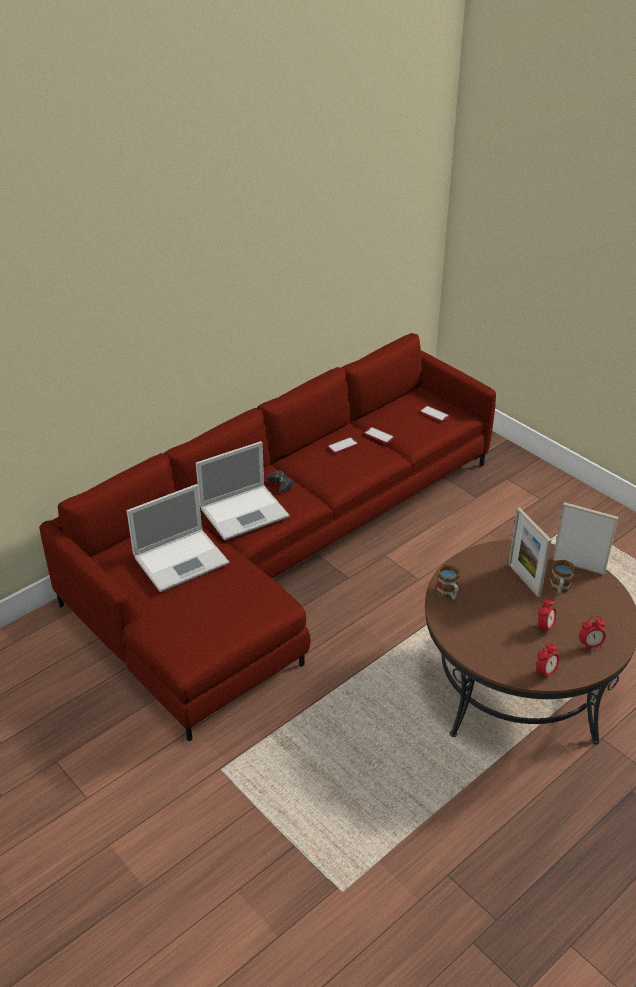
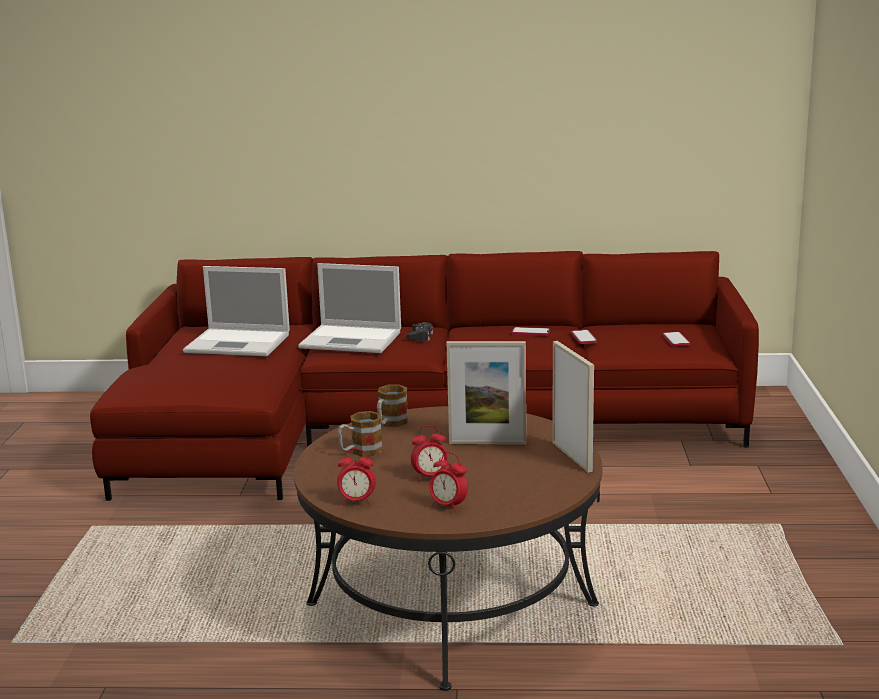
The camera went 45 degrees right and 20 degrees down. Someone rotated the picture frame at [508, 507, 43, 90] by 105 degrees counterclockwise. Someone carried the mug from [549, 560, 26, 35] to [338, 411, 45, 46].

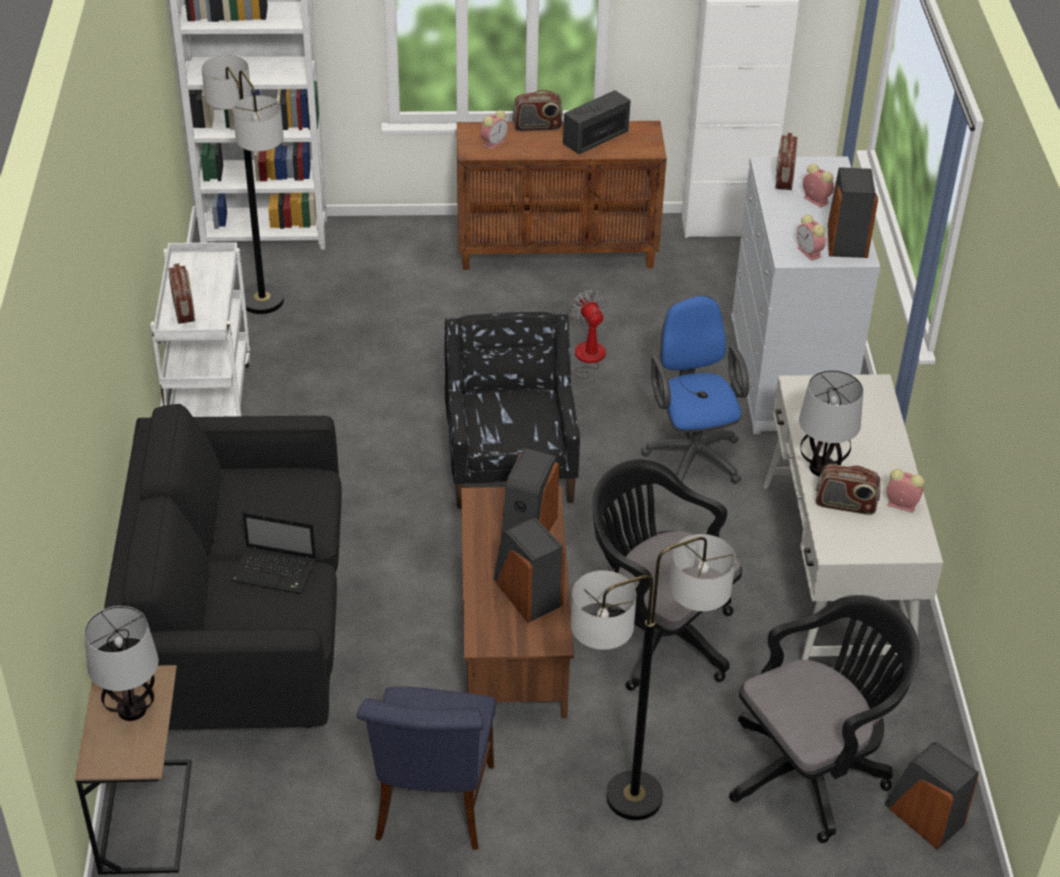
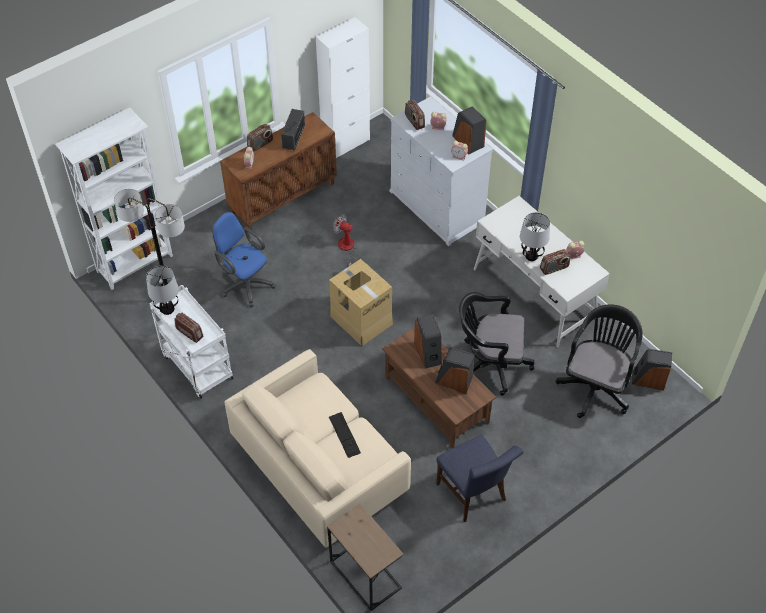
The camera went 35 degrees left and 10 degrees up. Someone carried the office chair/blue from [641, 295, 108, 189] to [212, 212, 64, 95]. Someone swapped the armchair/black at [444, 312, 136, 197] for the cardboard box at [329, 259, 64, 86]. Someone repainted the sofa/black at [97, 404, 245, 326], which became the sofa/beige at [224, 349, 187, 199]. Someone swapped the laptop at [231, 512, 85, 82] for the keyboard at [329, 412, 32, 46]. Someone took away the floor lamp at [571, 534, 165, 286]. Someone carried the table lamp from [84, 606, 74, 115] to [146, 266, 33, 49].

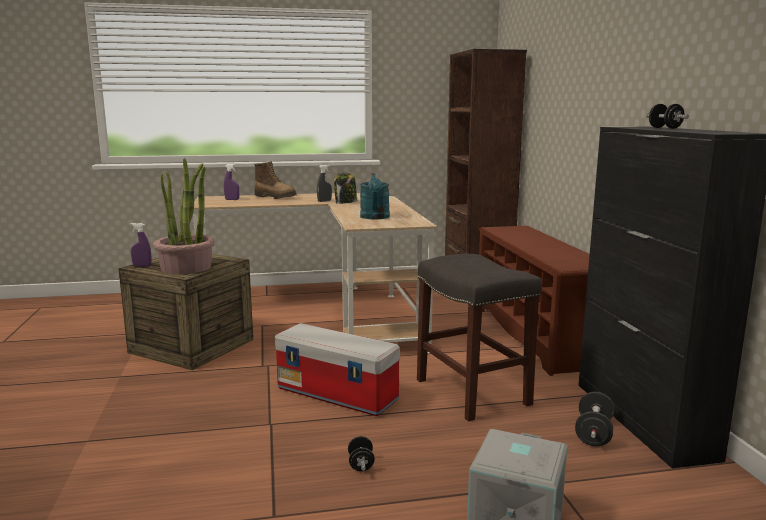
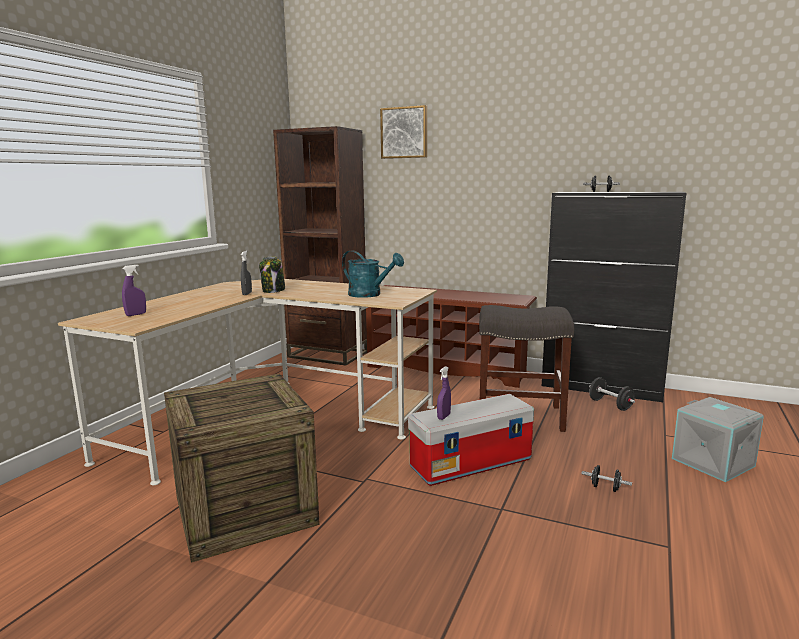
The camera went 55 degrees left and 0 degrees up. Someone took away the potted plant at [153, 158, 61, 116]. Someone took away the boot at [254, 162, 43, 37]. Someone carried the spray bottle/purple from [130, 223, 22, 44] to [437, 366, 14, 54]. Someone put up the picture at [380, 105, 47, 54].

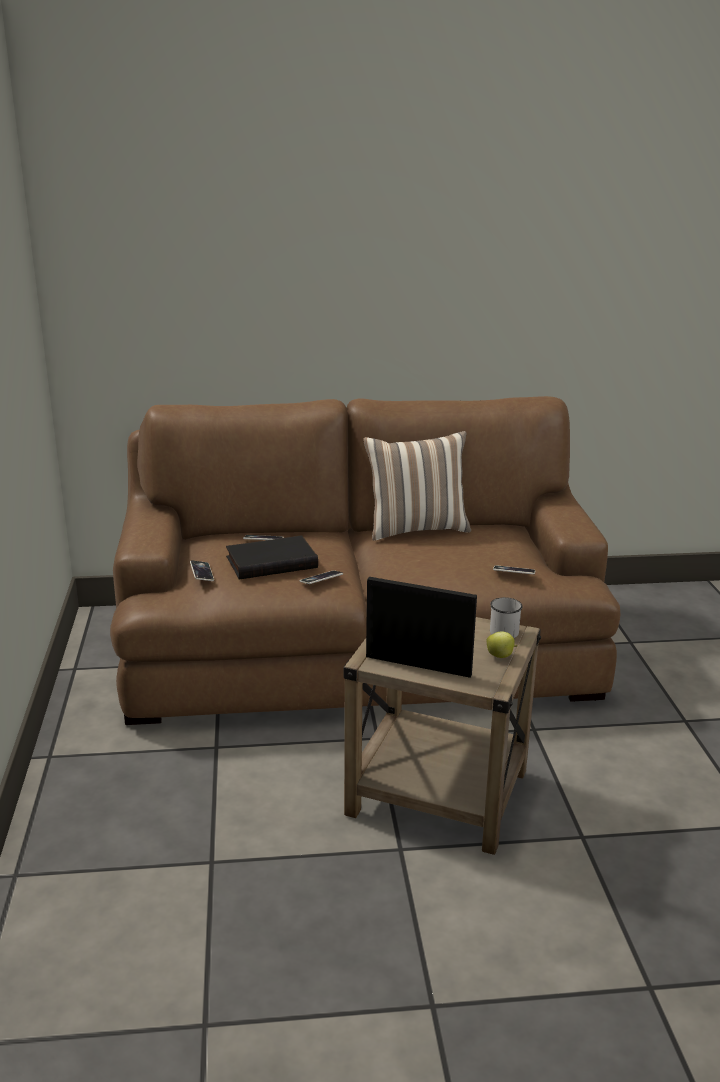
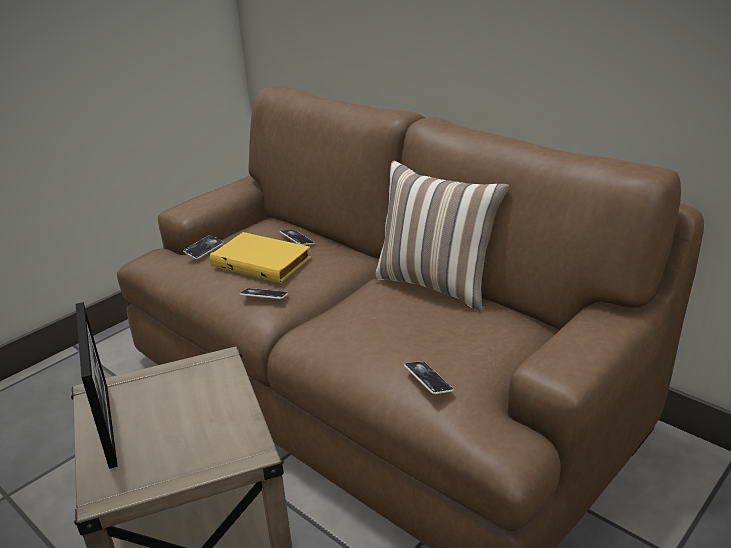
The camera went 50 degrees right and 5 degrees up. Someone repainted the book/black at [226, 535, 92, 44], which became the book/yellow at [210, 232, 101, 51]. Someone took away the mug/white at [490, 597, 33, 41]. Someone took away the apple at [487, 631, 30, 27].

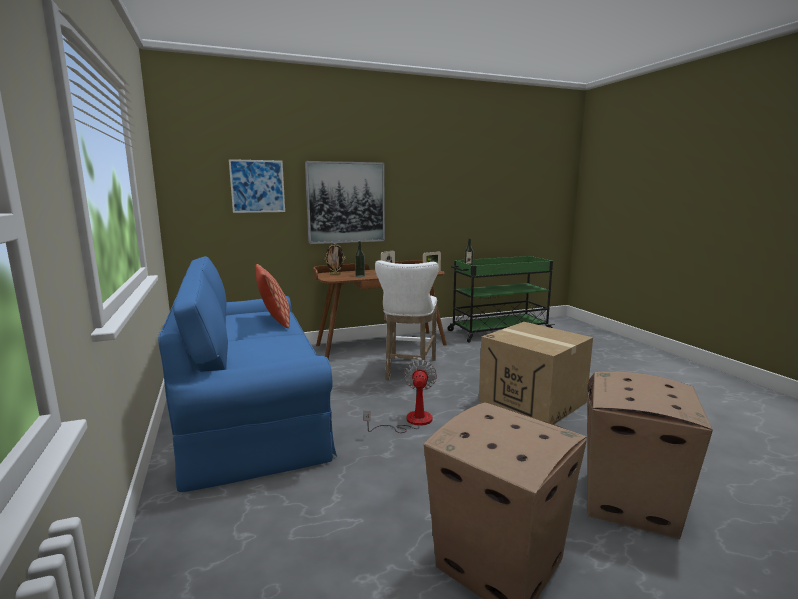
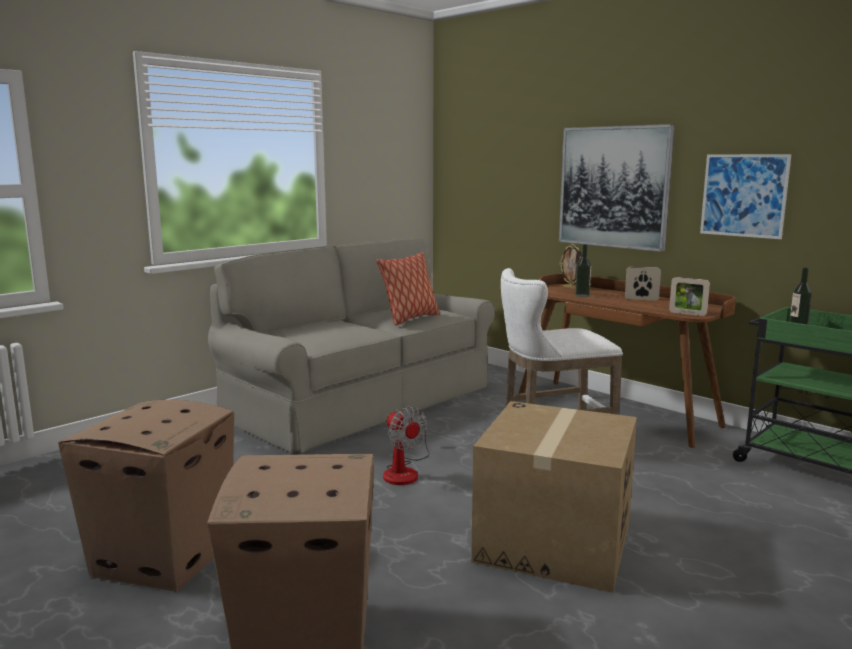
The camera went 65 degrees right and 0 degrees up. Someone carried the picture from [229, 159, 56, 54] to [700, 154, 92, 85]. Someone repainted the sofa/blue at [158, 256, 179, 236], which became the sofa/grey at [208, 238, 287, 215]. Someone rotated the fan at [363, 360, 74, 73] by 75 degrees clockwise.

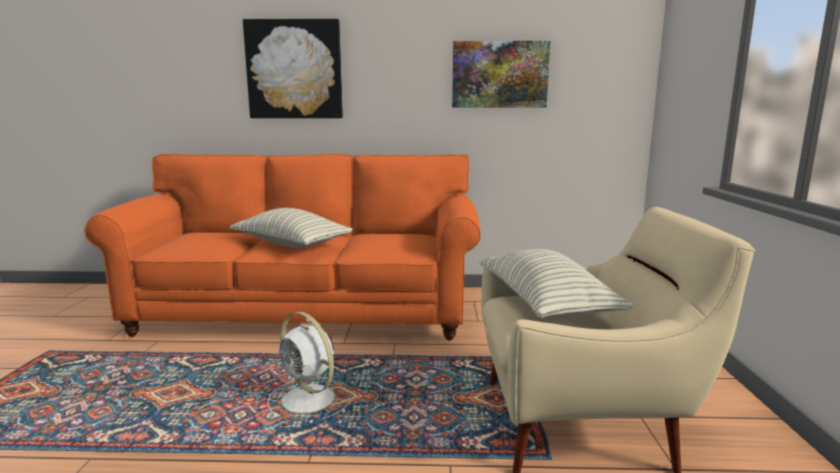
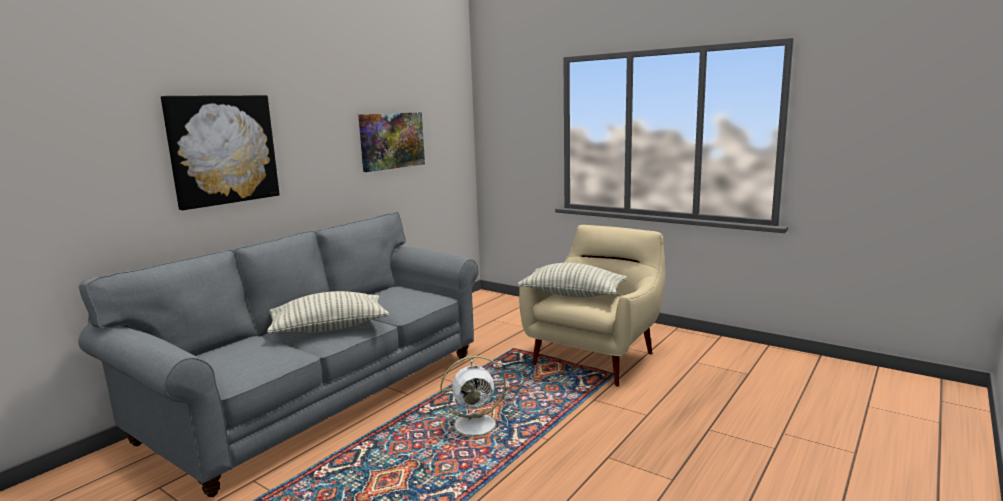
The camera went 55 degrees left and 0 degrees up. Someone repainted the sofa/orange at [84, 154, 397, 187], which became the sofa/grey at [78, 212, 401, 285].

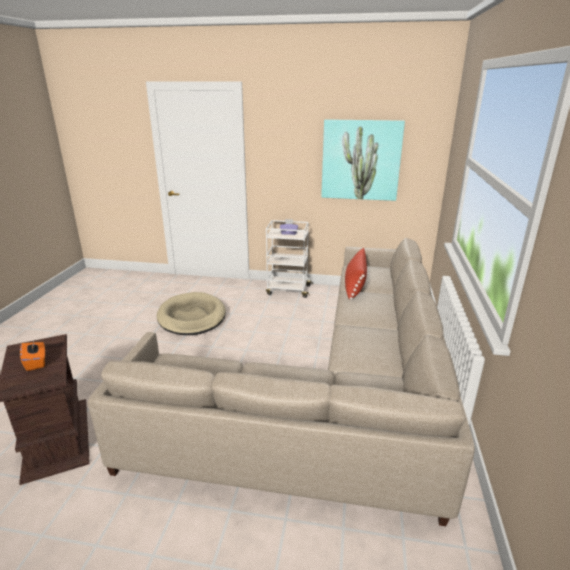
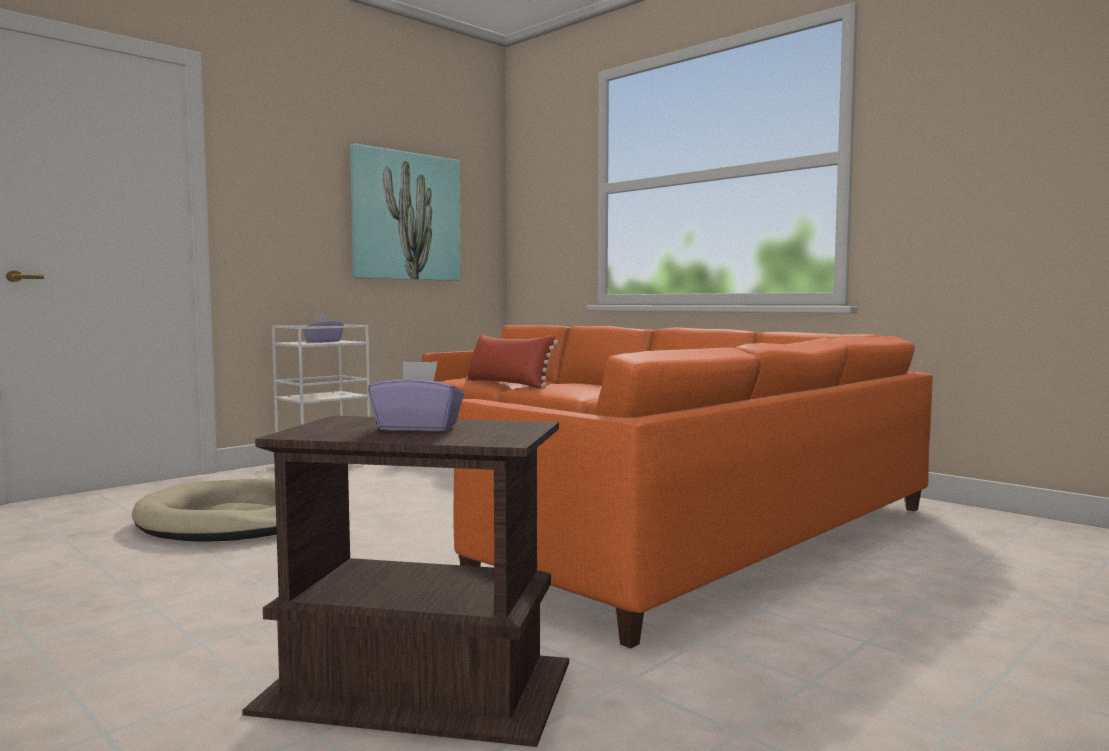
The camera went 55 degrees left and 20 degrees down. Someone repainted the sofa/beige at [88, 238, 387, 288], which became the sofa/orange at [422, 325, 511, 323]. Someone repainted the tissue box/orange at [20, 342, 25, 29], which became the tissue box/purple at [368, 361, 96, 71].

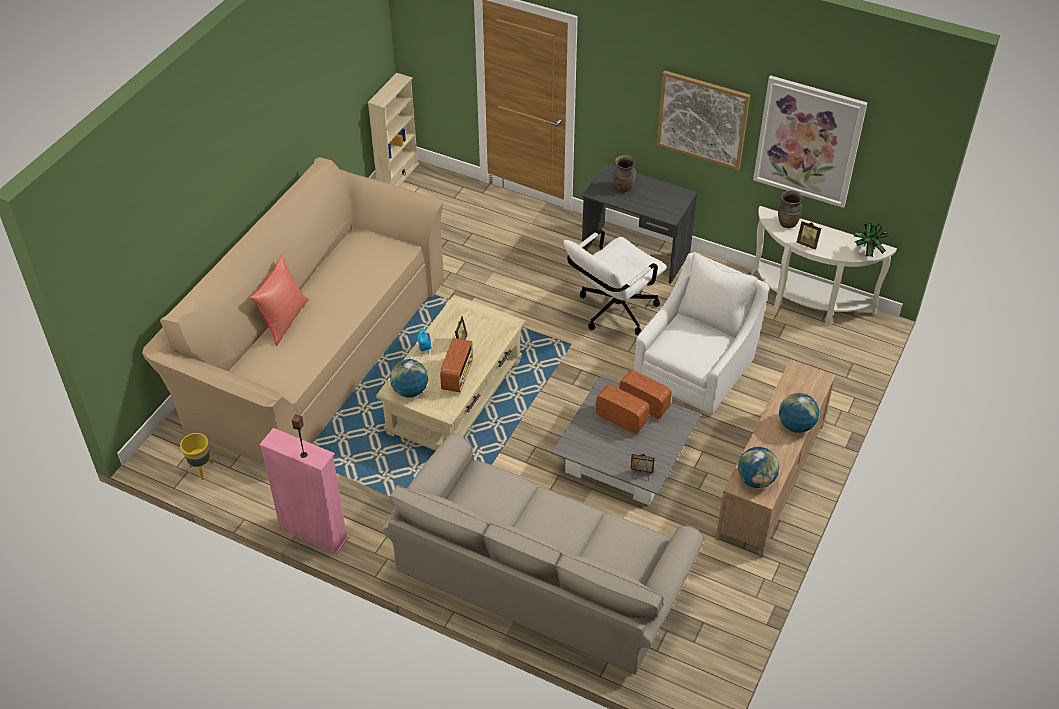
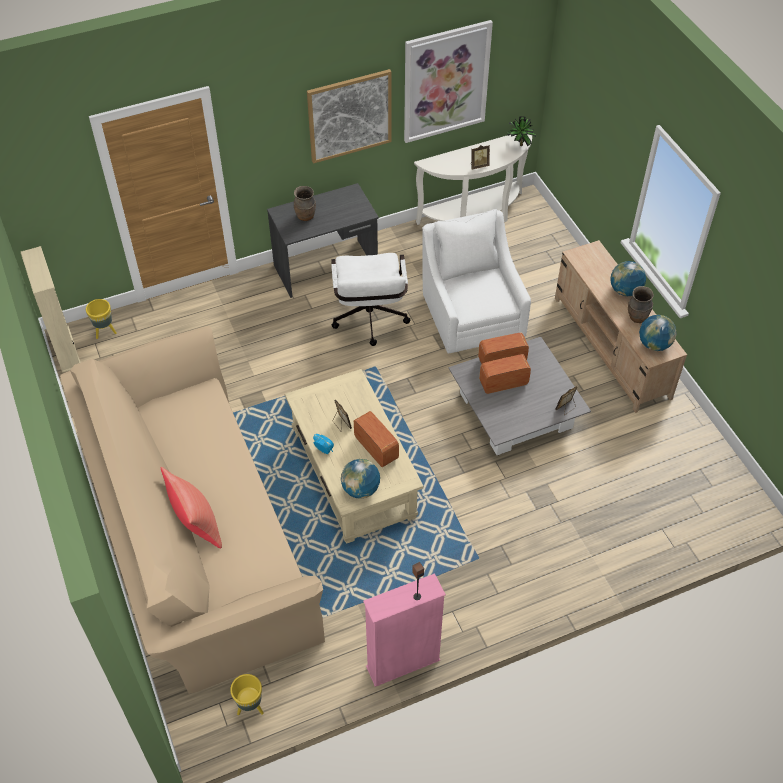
The camera went 50 degrees left and 5 degrees up. Someone carried the vase/brown from [778, 190, 25, 38] to [628, 286, 26, 37]. Someone took away the sofa/beige at [382, 434, 322, 240]. Someone put down the planter/yellow at [86, 299, 30, 40].

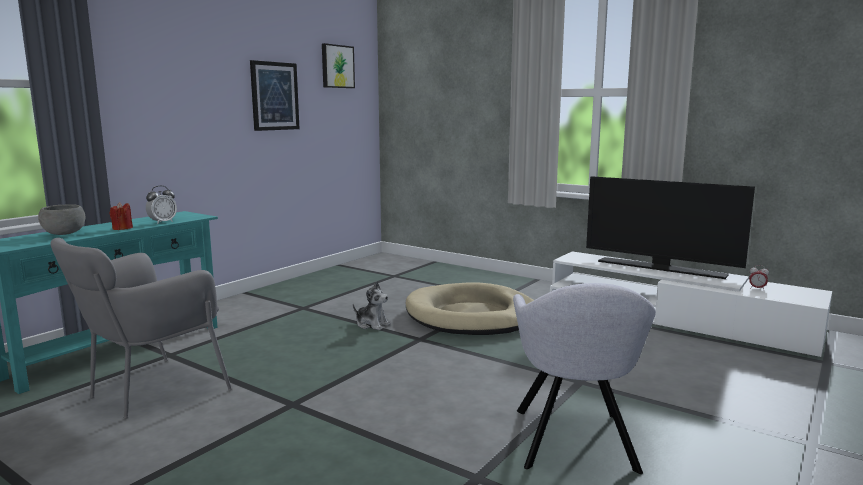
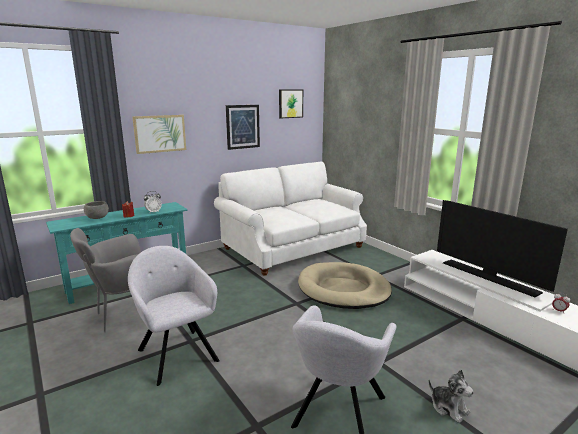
The camera went 20 degrees right and 5 degrees up. Someone carried the plush toy from [353, 281, 38, 49] to [429, 370, 45, 53]. Someone put up the picture at [132, 115, 54, 39]. Someone put down the sofa/white at [214, 162, 153, 114]. Someone put down the armchair/grey at [128, 246, 92, 140].

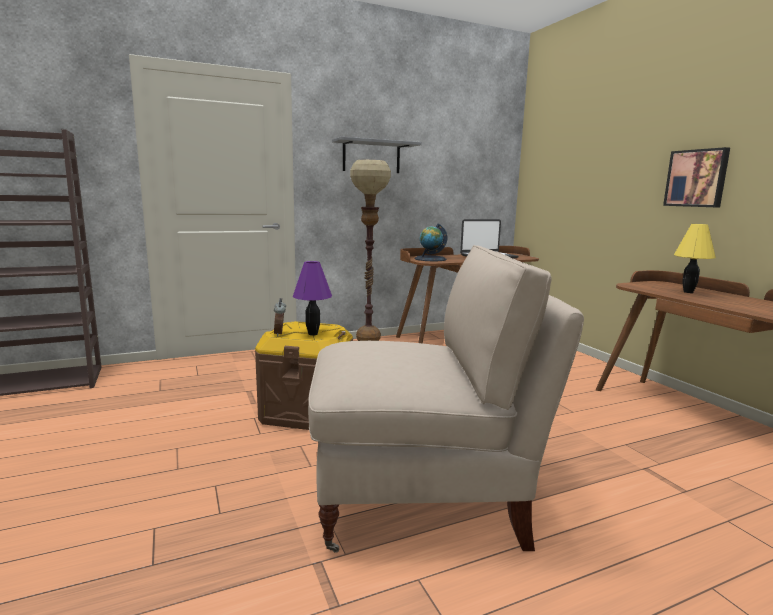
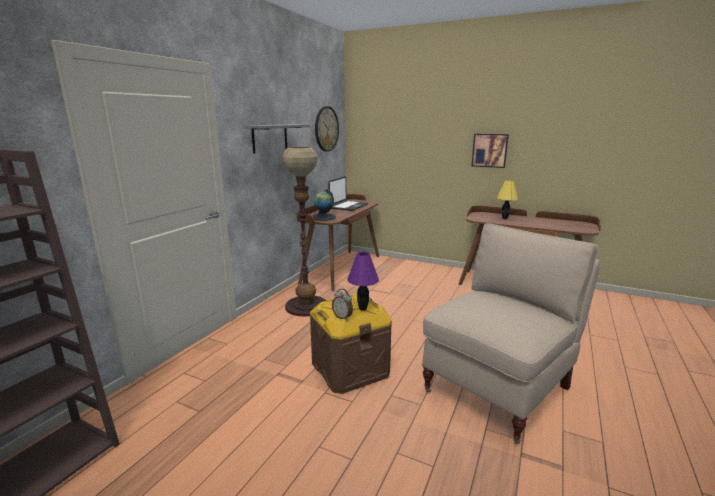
The camera went 40 degrees left and 5 degrees up. Someone put up the wall clock at [315, 106, 24, 46].

